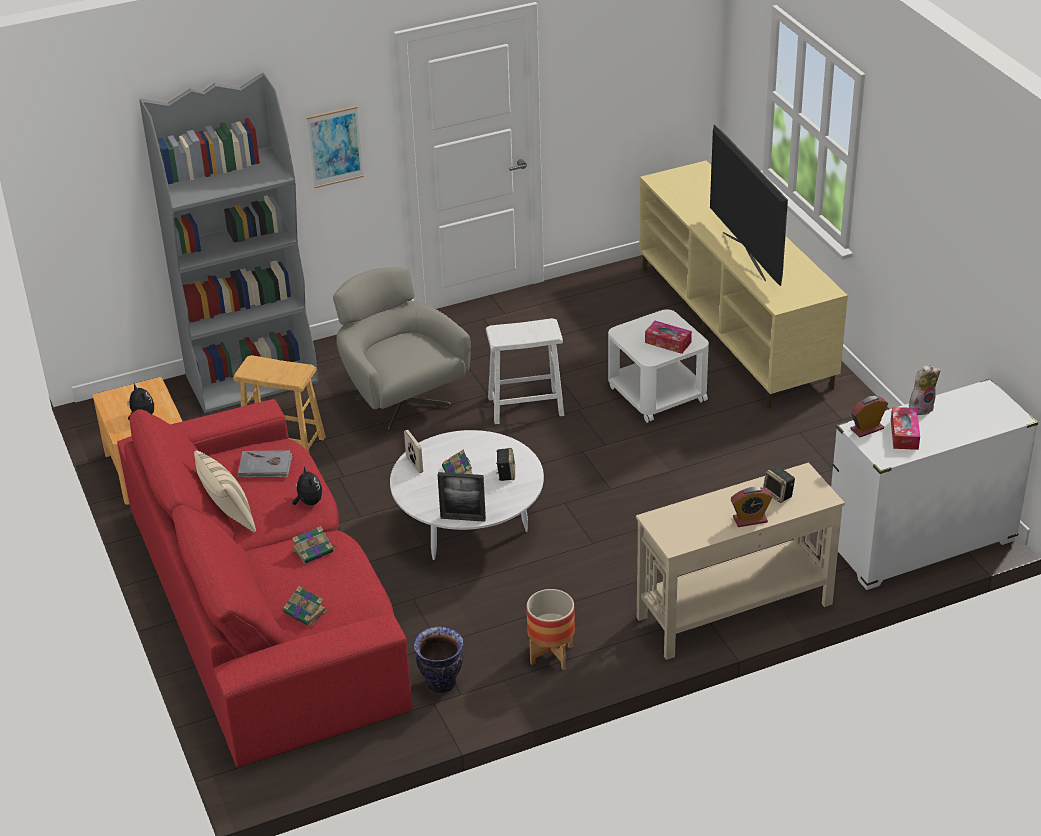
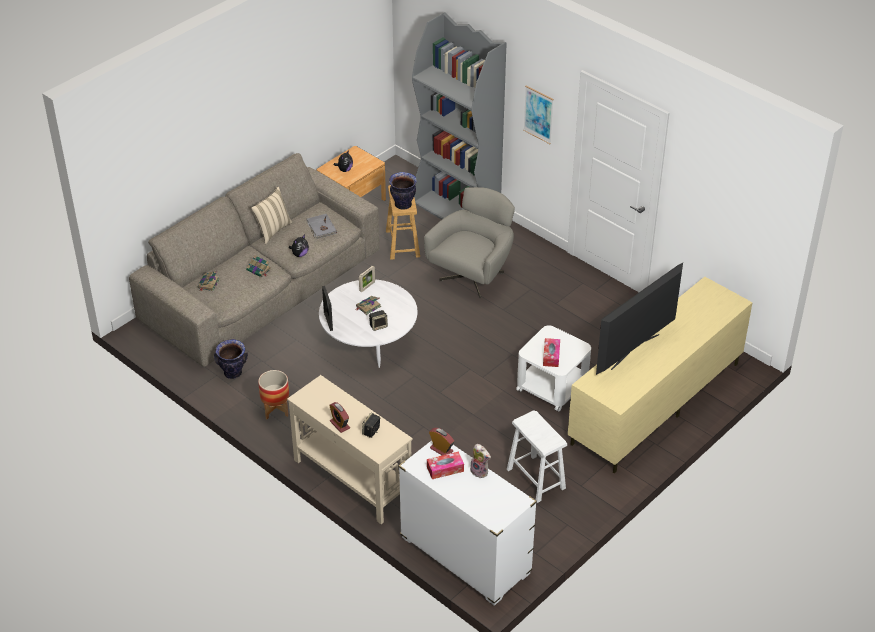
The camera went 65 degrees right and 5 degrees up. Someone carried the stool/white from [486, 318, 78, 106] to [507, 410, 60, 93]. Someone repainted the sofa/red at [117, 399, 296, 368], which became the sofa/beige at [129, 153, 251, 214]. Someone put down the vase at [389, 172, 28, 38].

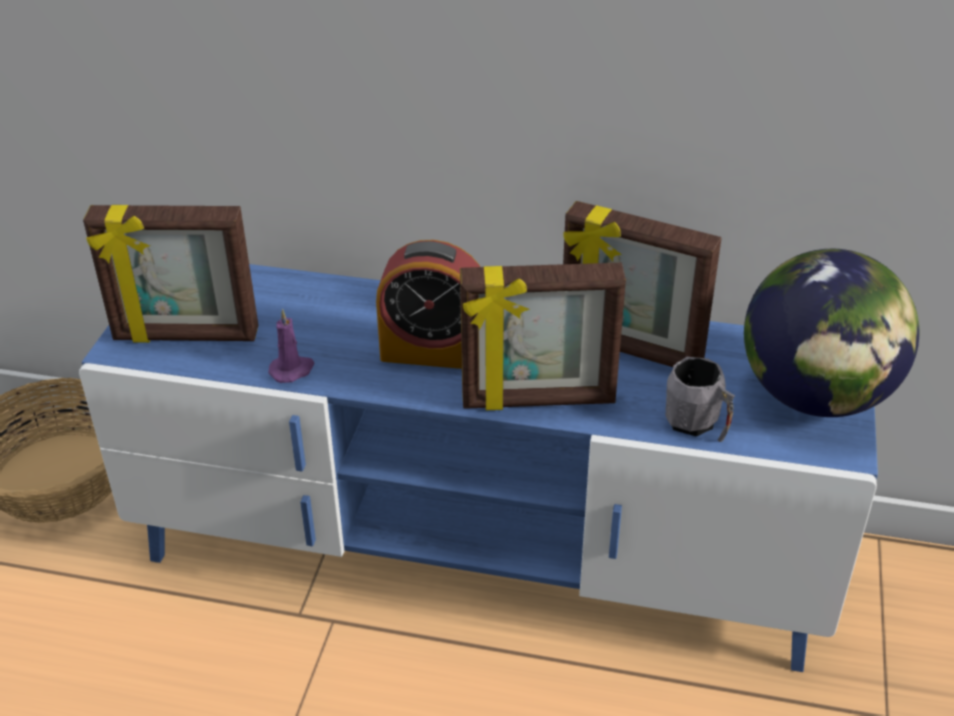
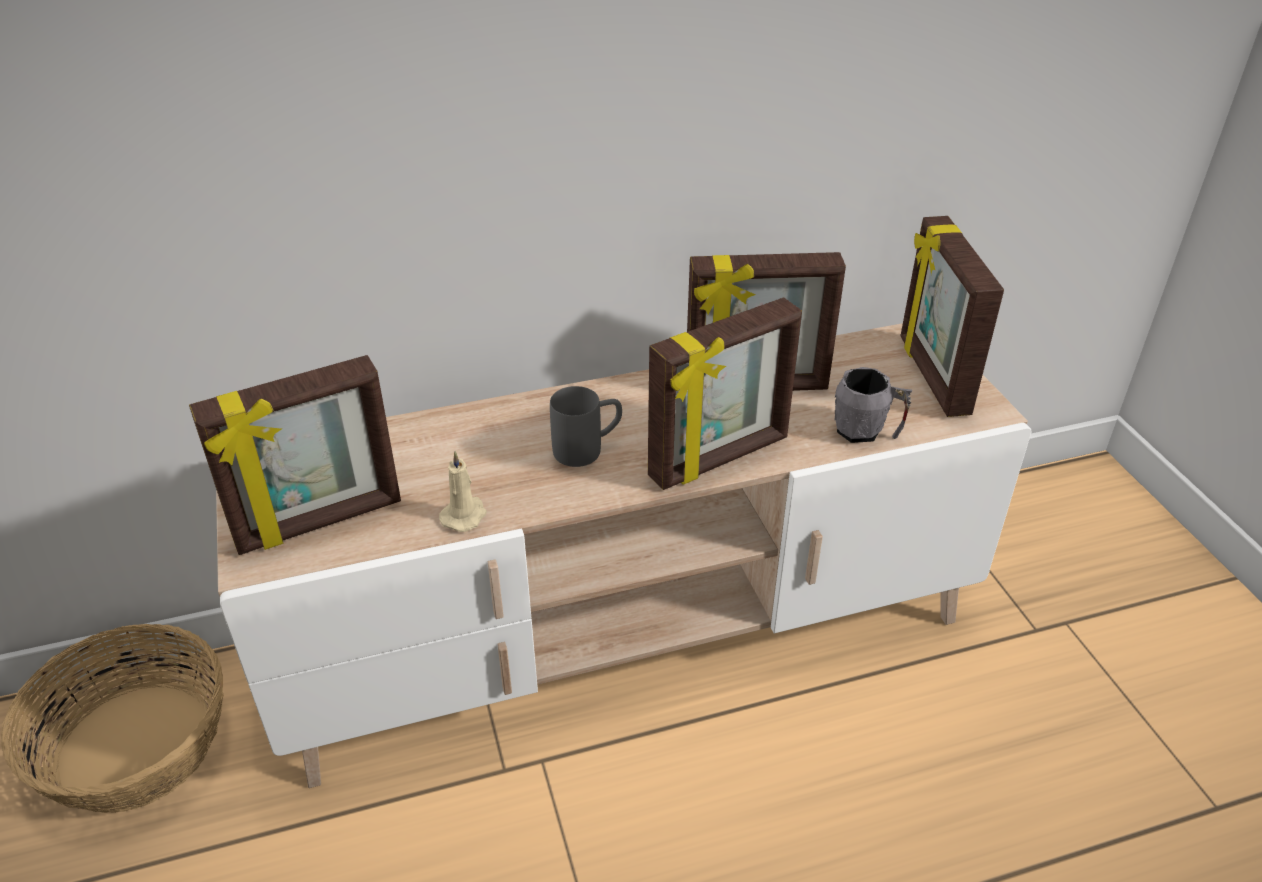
The camera went 30 degrees left and 0 degrees up. Someone swapped the alarm clock at [376, 240, 104, 129] for the mug/grey at [550, 386, 72, 81]. Someone swapped the globe at [744, 249, 175, 168] for the picture frame at [900, 216, 104, 201]. Someone repainted the tv stand/blue at [79, 264, 799, 408], which became the tv stand/beige at [216, 323, 815, 465]. Someone repainted the candle/purple at [268, 309, 47, 74], which became the candle/beige at [439, 451, 48, 81].

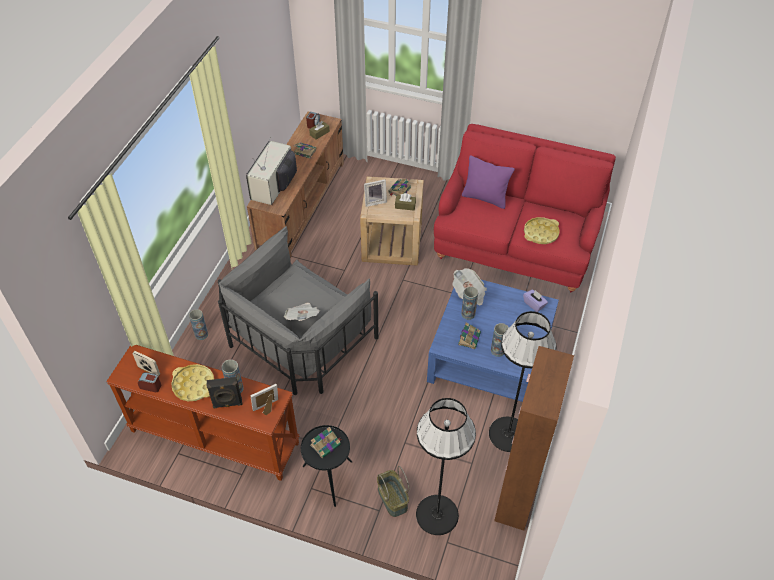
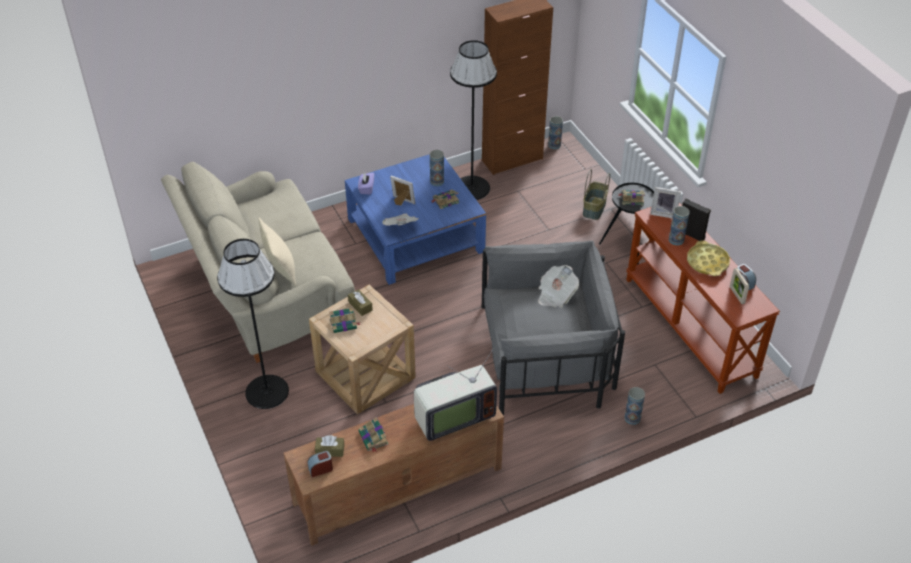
The camera went 135 degrees left and 5 degrees down. Someone repainted the sofa/red at [434, 124, 182, 168], which became the sofa/beige at [161, 162, 194, 201]. Someone repainted the pillow/purple at [462, 155, 53, 54], which became the pillow/beige at [258, 218, 39, 68]. Someone carried the picture frame from [364, 179, 23, 28] to [390, 176, 25, 29]. Someone took away the tray/yellow at [524, 217, 36, 27]. Someone carried the vase from [461, 287, 17, 33] to [548, 116, 15, 33]. Someone carried the floor lamp/black from [416, 398, 60, 137] to [217, 239, 72, 170].

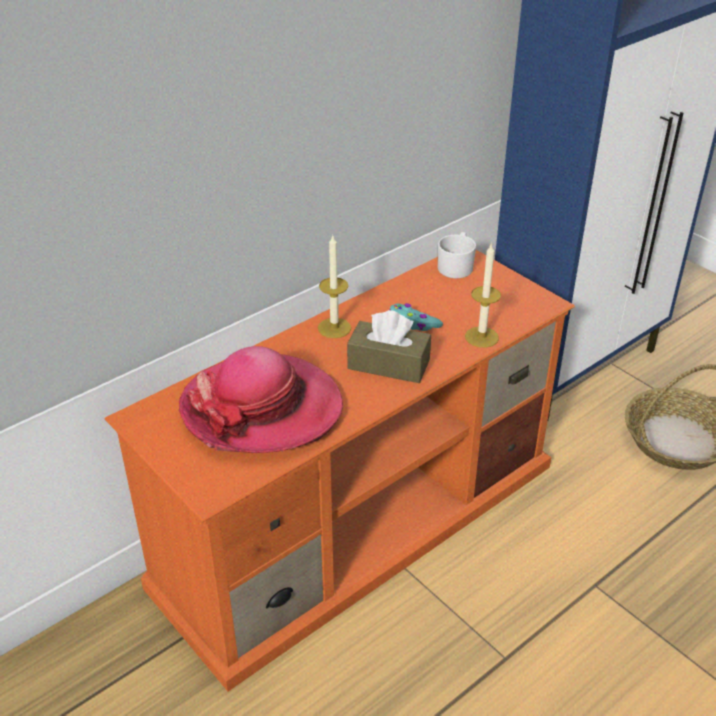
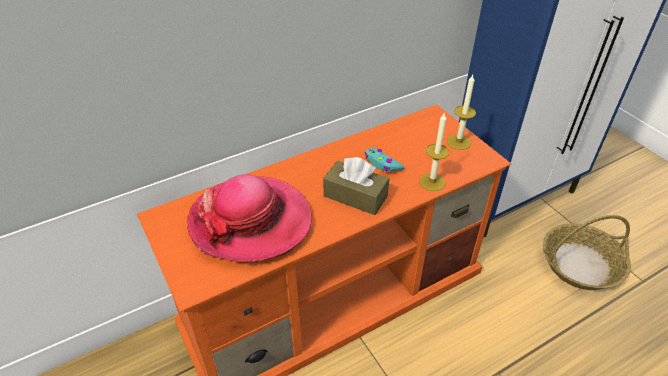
The camera went 10 degrees right and 5 degrees up. Someone took away the mug/white at [438, 232, 38, 46]. Someone carried the candle from [318, 236, 33, 102] to [447, 75, 29, 75].

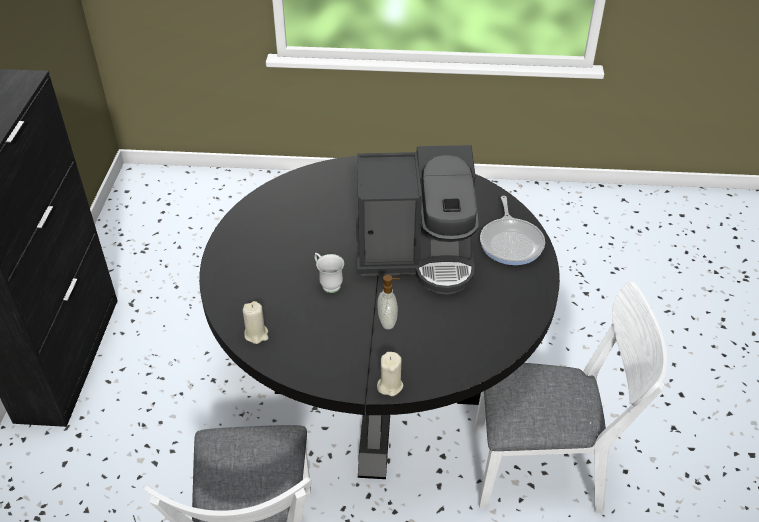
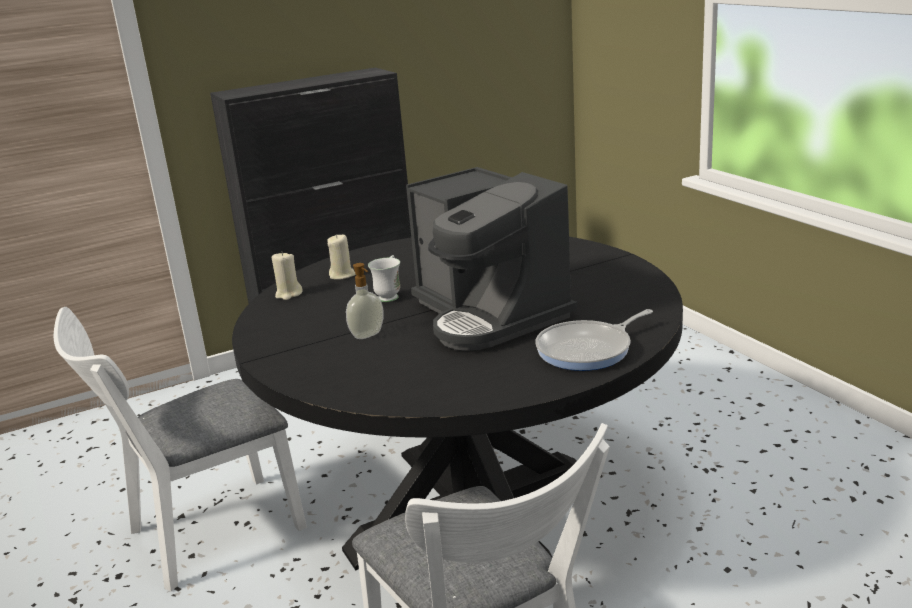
The camera went 60 degrees right and 20 degrees down. Someone carried the candle/beige from [377, 352, 27, 44] to [327, 234, 28, 45].

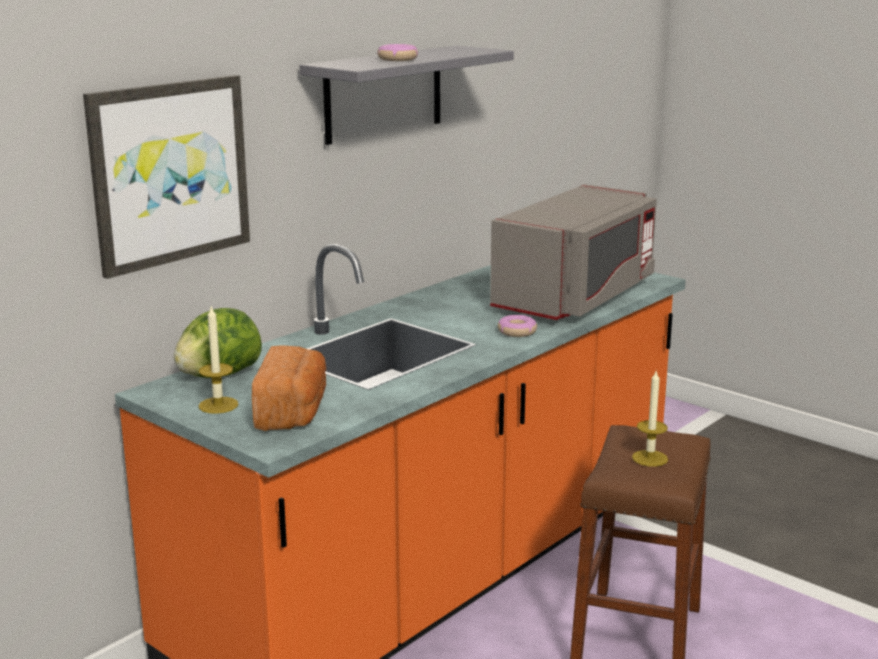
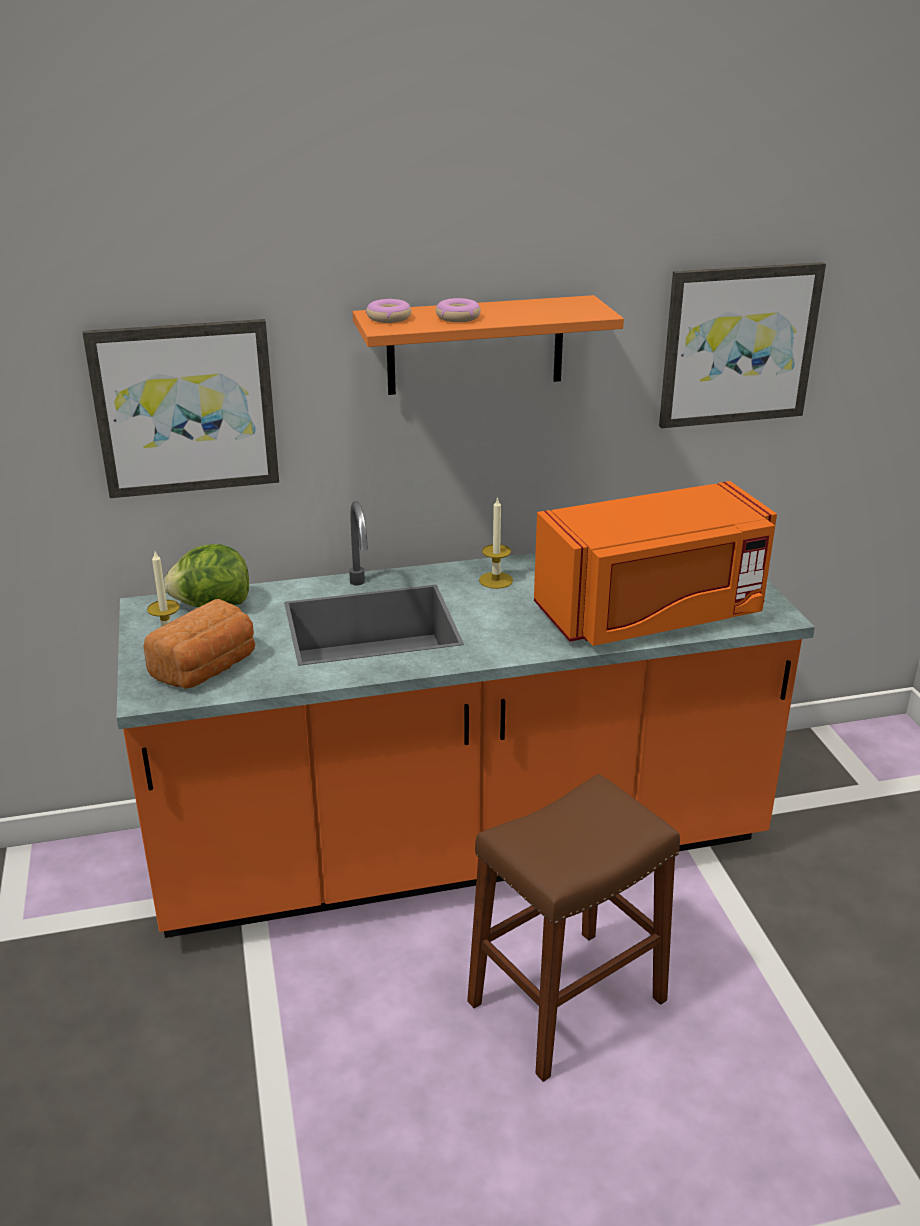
The camera went 35 degrees right and 10 degrees up. Someone repainted the shelf/grey at [300, 45, 214, 100], which became the shelf/orange at [352, 295, 272, 100]. Someone repainted the microwave/grey at [490, 184, 167, 136], which became the microwave/orange at [534, 481, 243, 165]. Someone carried the donut from [498, 315, 39, 22] to [366, 299, 45, 24]. Someone carried the candle from [632, 369, 36, 98] to [479, 497, 34, 92]. Someone put up the picture at [659, 262, 167, 166].

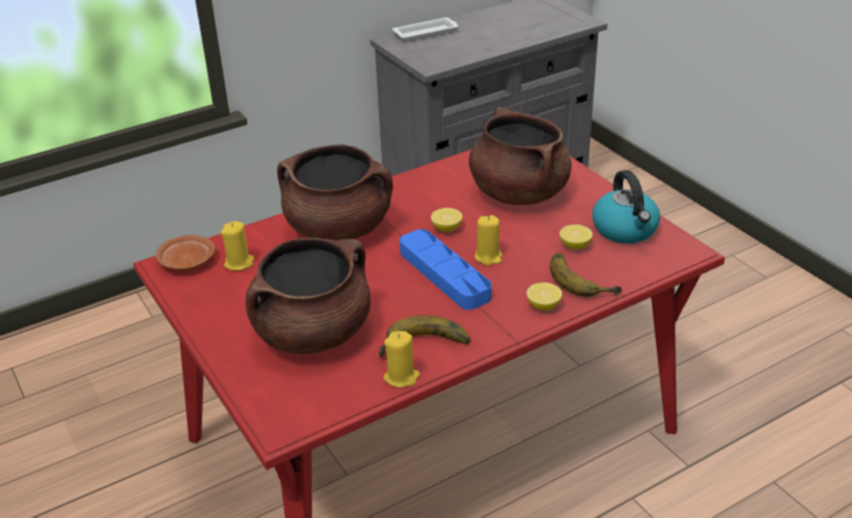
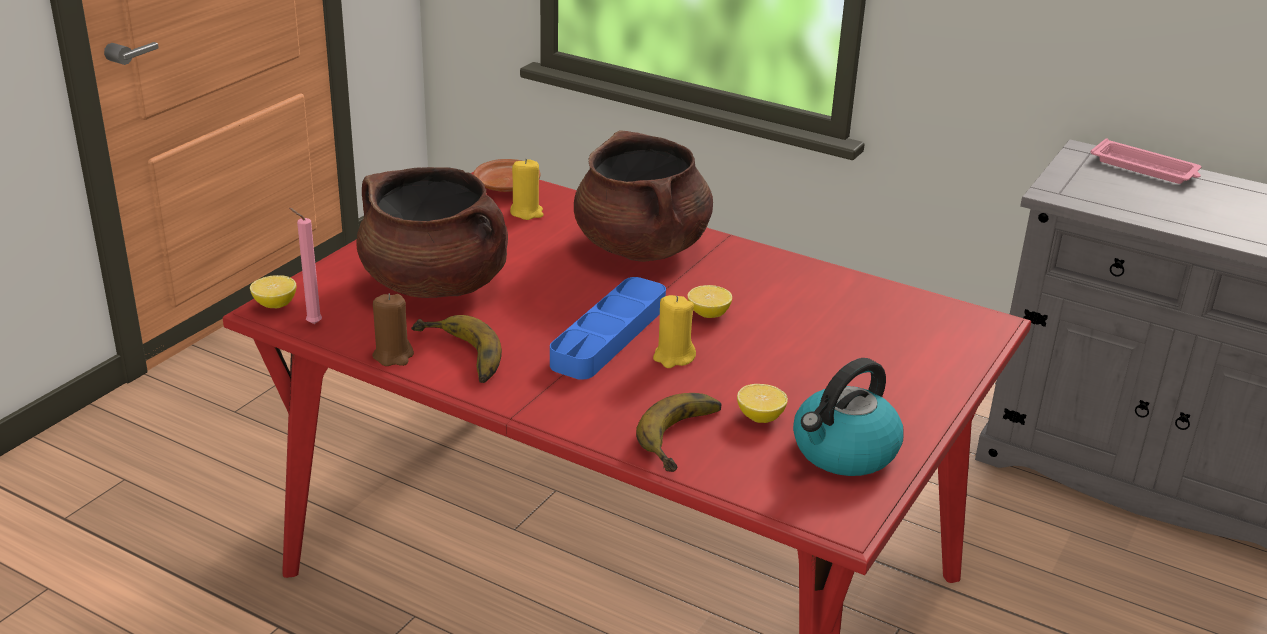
The camera went 60 degrees right and 5 degrees down. Someone repainted the tray/white at [392, 17, 67, 24], which became the tray/pink at [1090, 138, 111, 46]. Someone took away the cooking pot/brown at [469, 107, 103, 98]. Someone carried the lemon from [527, 283, 35, 27] to [250, 275, 47, 33]. Someone repainted the candle/yellow at [383, 331, 37, 57], which became the candle/brown at [372, 294, 42, 72]. Someone put down the candle/pink at [289, 208, 33, 116].

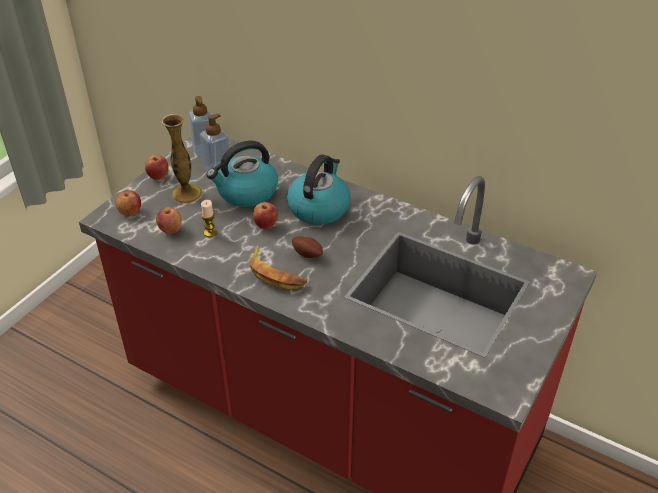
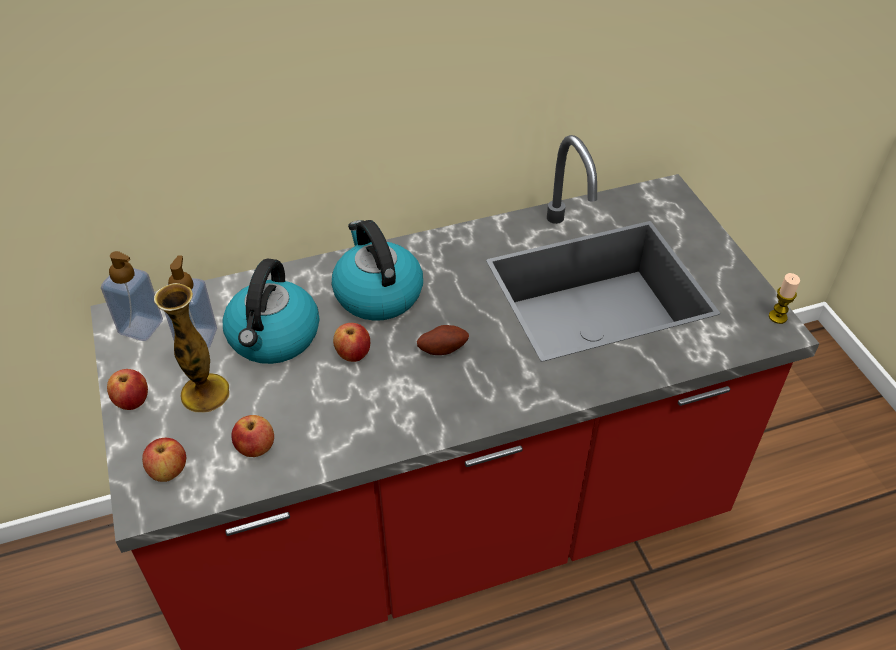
The camera went 50 degrees left and 5 degrees up. Someone carried the candle from [201, 200, 16, 37] to [769, 273, 31, 51]. Someone took away the banana at [248, 245, 59, 44].

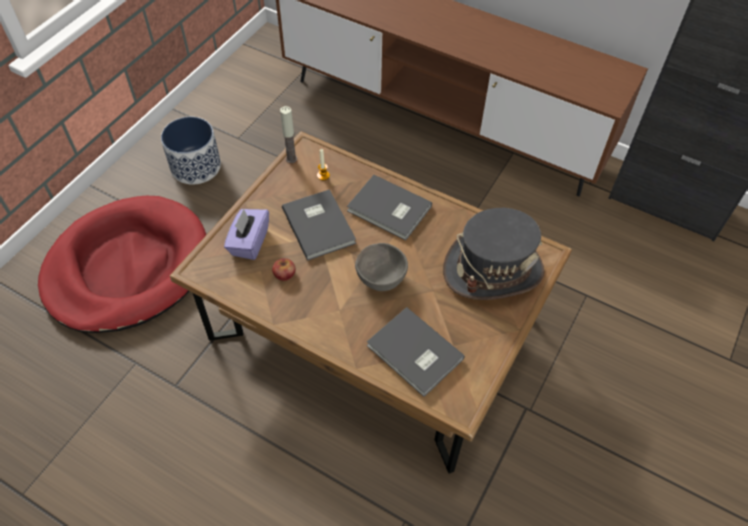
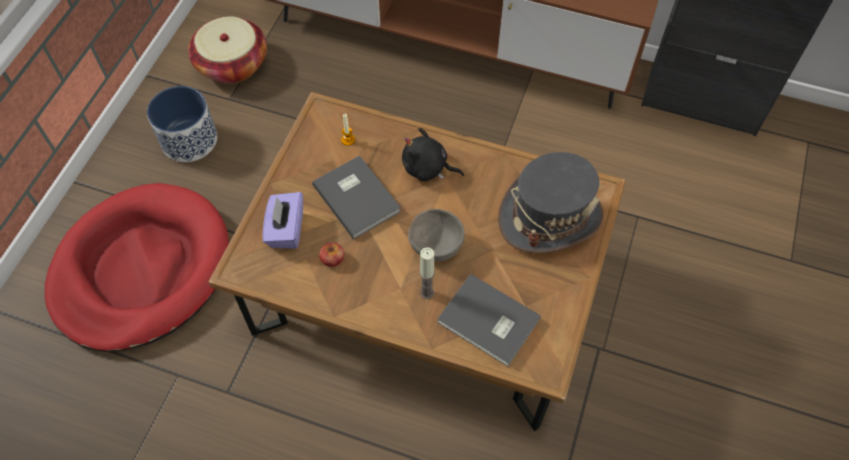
The camera went 10 degrees left and 5 degrees up. Someone carried the candle from [280, 106, 17, 57] to [420, 247, 15, 52]. Someone swapped the book/grey at [347, 175, 85, 65] for the plush toy/black at [402, 128, 62, 53]. Someone put down the basket at [188, 16, 79, 68].

